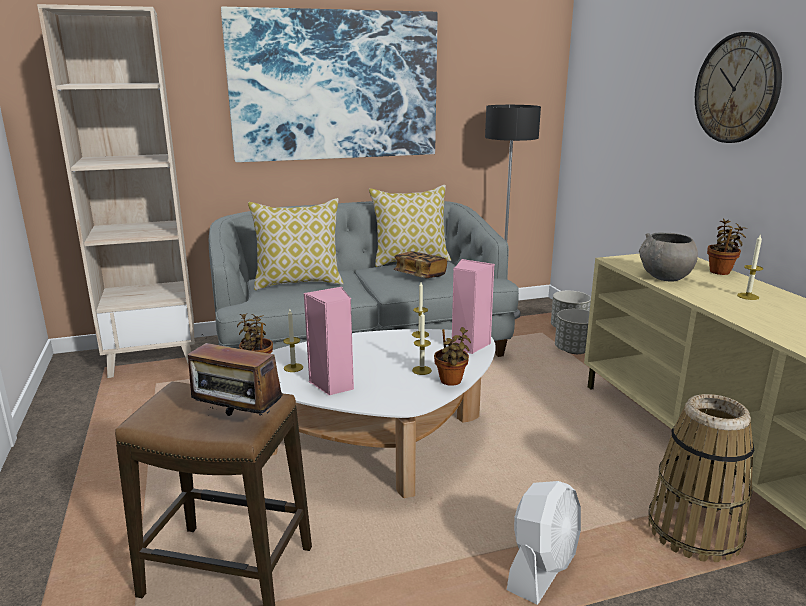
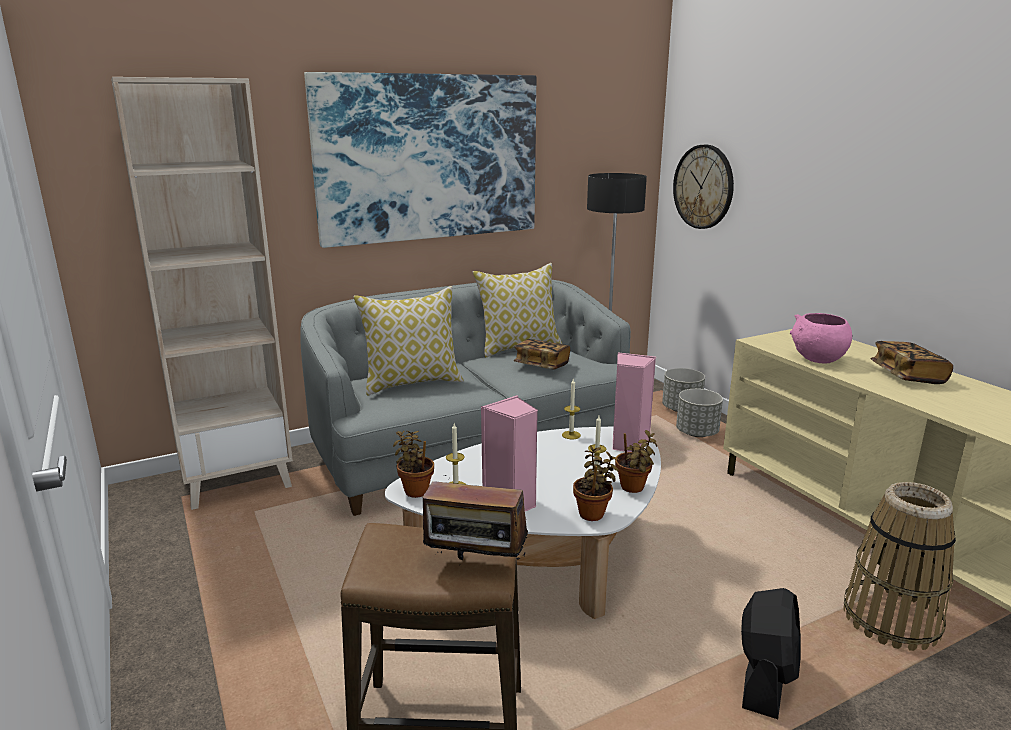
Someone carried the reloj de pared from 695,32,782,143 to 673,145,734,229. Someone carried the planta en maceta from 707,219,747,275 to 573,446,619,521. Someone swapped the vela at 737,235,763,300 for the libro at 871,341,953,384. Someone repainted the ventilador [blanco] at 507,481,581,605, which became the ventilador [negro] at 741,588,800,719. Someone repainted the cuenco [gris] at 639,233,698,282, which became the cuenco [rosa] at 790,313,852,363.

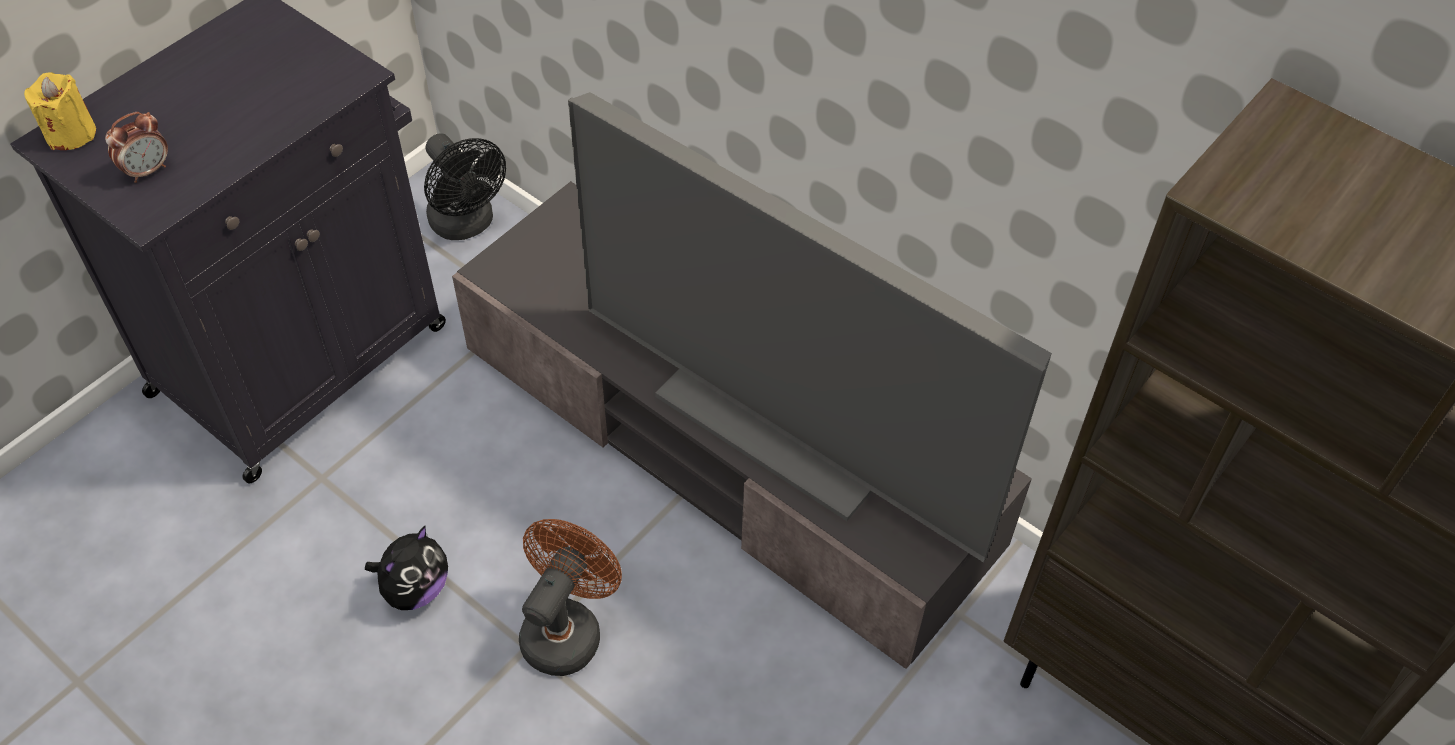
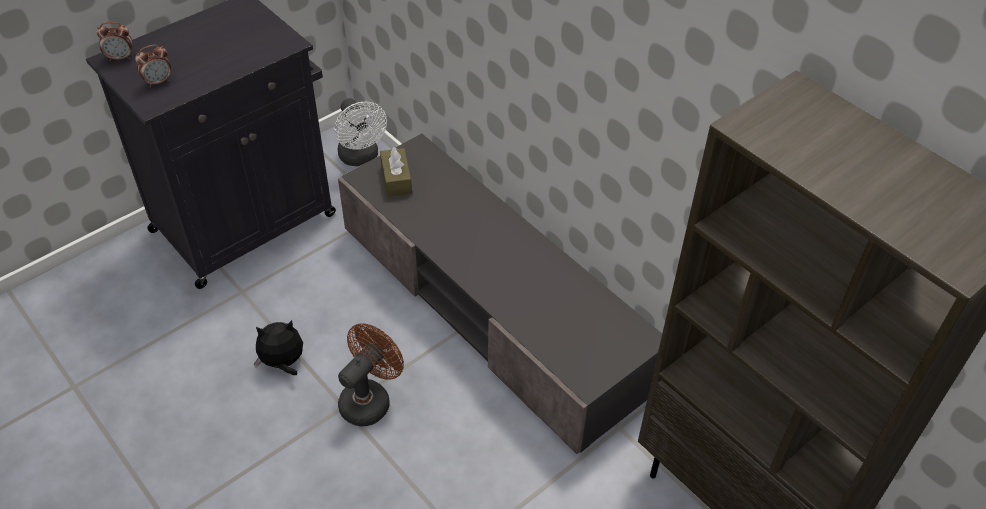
Someone took away the televisor at 568,92,1052,562. Someone put down the caja de pañuelos [marrón] at 380,146,412,197. Someone swapped the vela [amarillo] at 24,72,96,150 for the despertador at 97,22,132,61. Someone repainted the ventilador [negro] at 424,133,506,240, which became the ventilador [blanco] at 334,98,387,166. Someone rotated the peluche at 365,526,448,610 by 150 degrees counterclockwise.

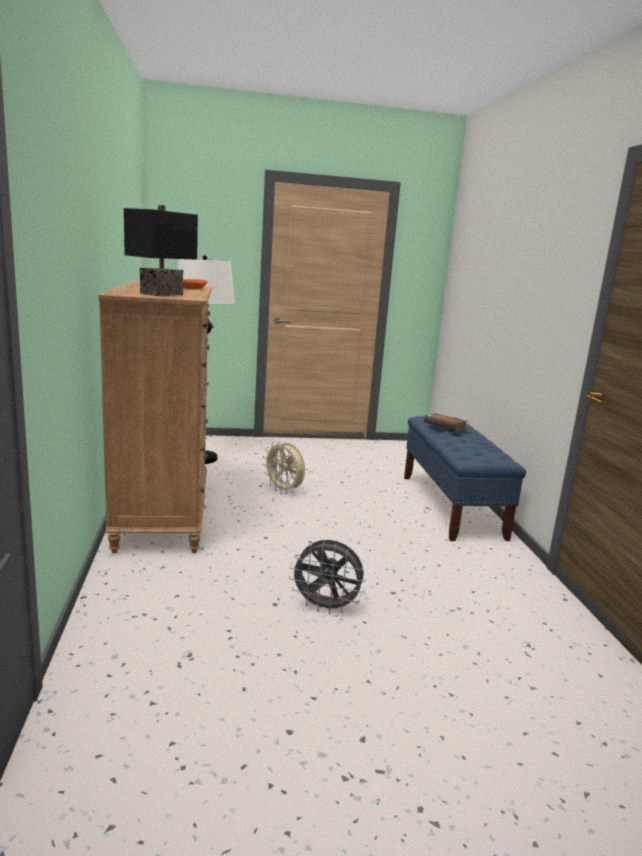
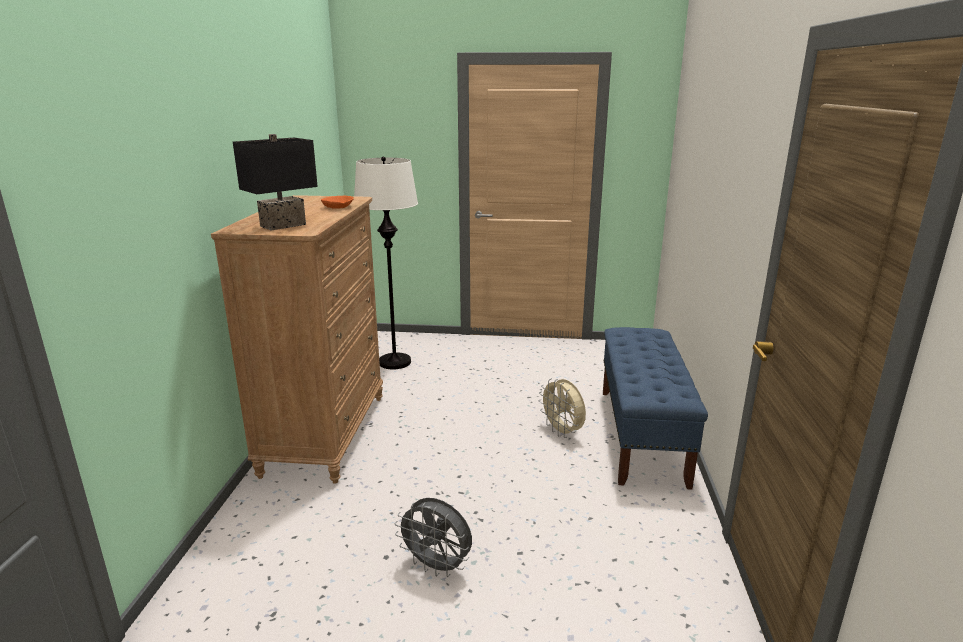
Someone took away the libro [marrón] at 424,413,468,431. Someone carried the ventilador [beis] from 262,441,305,493 to 539,378,586,438.

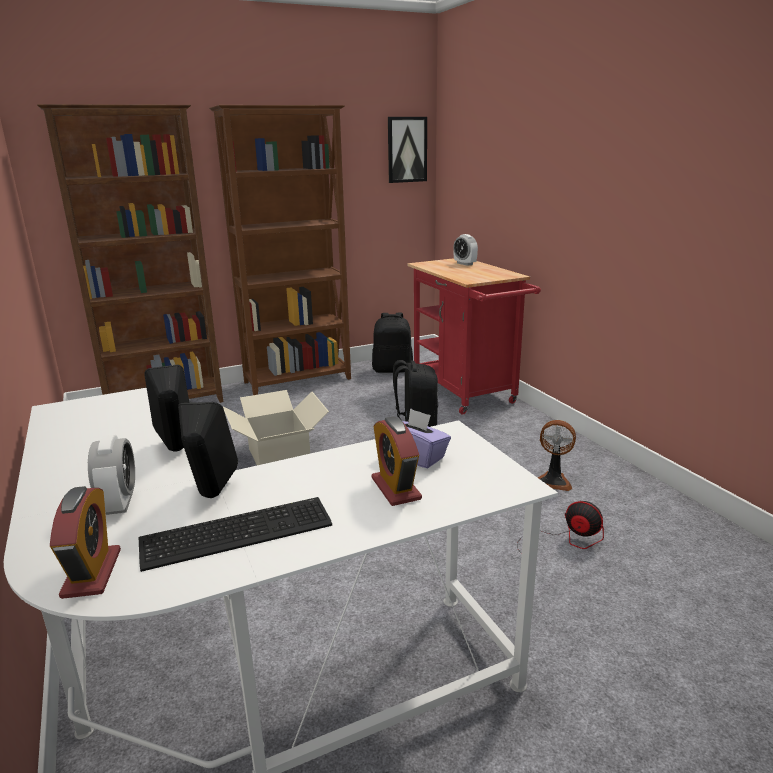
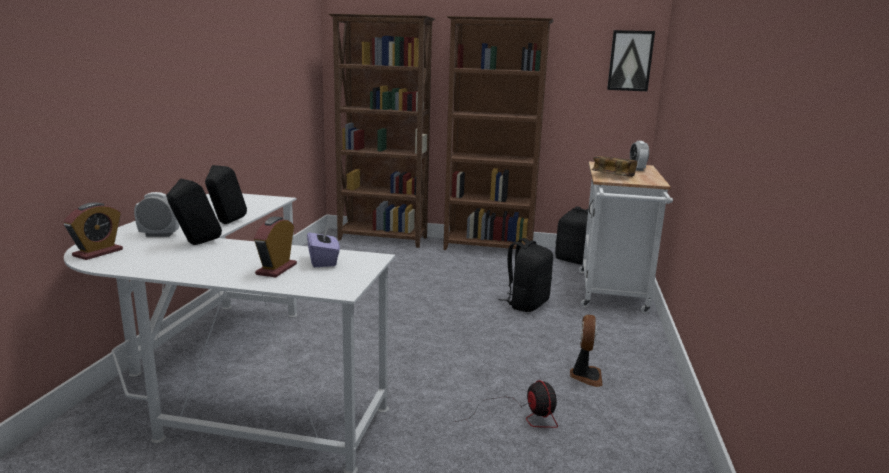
Someone took away the teclado at 138,497,332,572. Someone took away the caja de cartón at 223,390,329,465. Someone put down the libro at 591,156,637,177. Someone repainted the carrito [rojo] at 407,258,541,415, which became the carrito [blanco] at 579,162,673,314. Someone rotated the despertador at 88,435,135,515 by 120 degrees counterclockwise. Someone rotated the ventilador at 538,420,576,491 by 135 degrees counterclockwise.

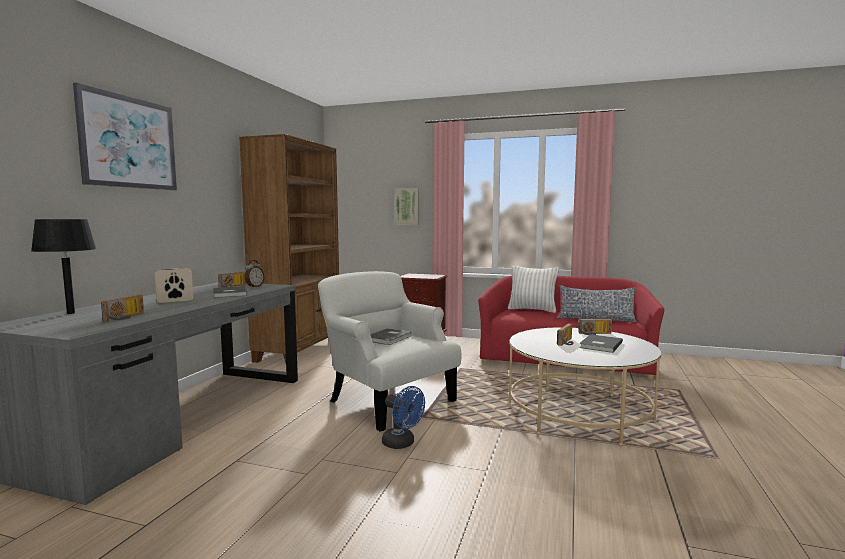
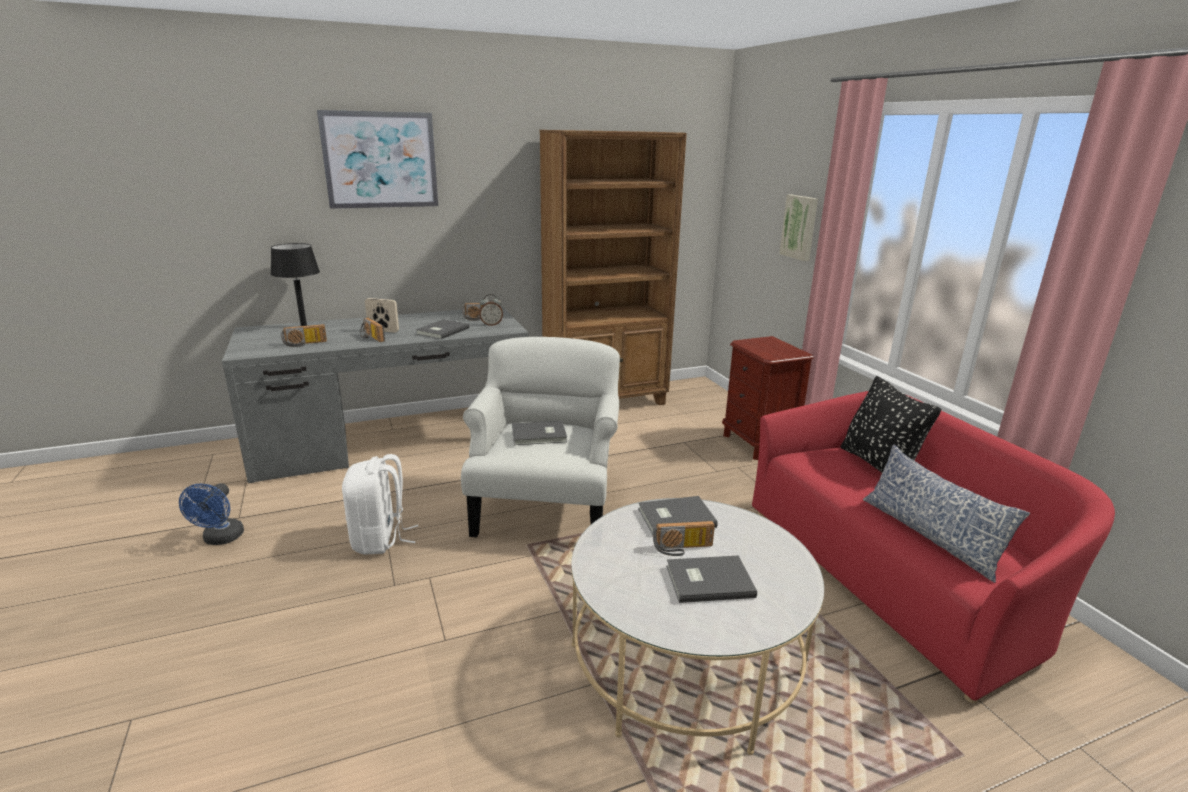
Someone put down the mochila [blanco] at 342,454,418,555. Someone put down the libro [gris] at 638,496,718,535. Someone carried the ventilador [azul] from 382,386,425,449 to 179,483,244,545. Someone carried the radio from 577,319,612,335 to 360,317,385,342. Someone repainted the cojín [blanco] at 508,266,559,313, which became the cojín [negro] at 841,376,941,473.

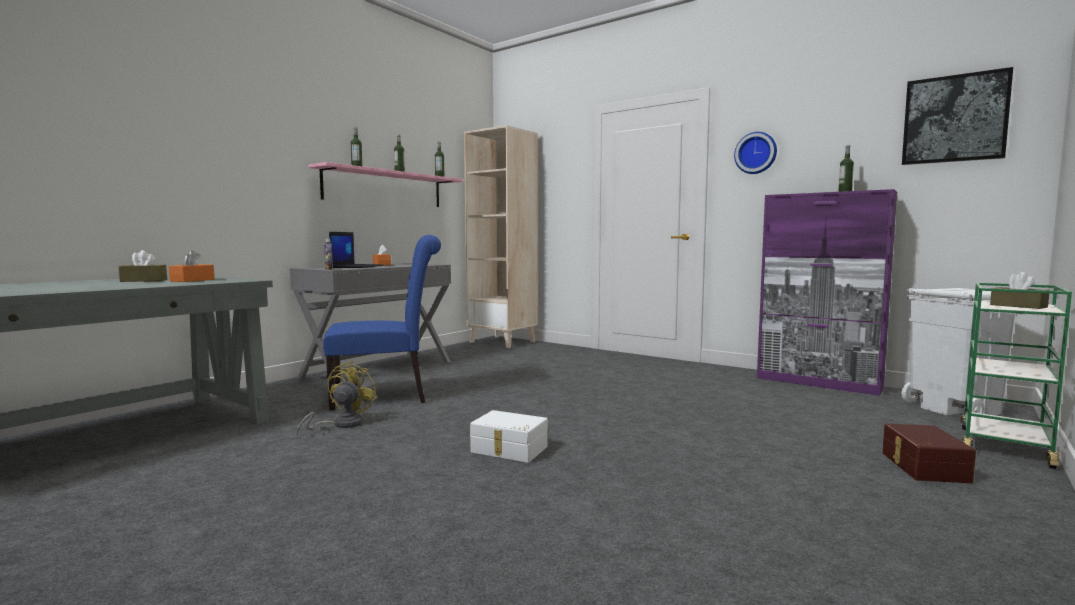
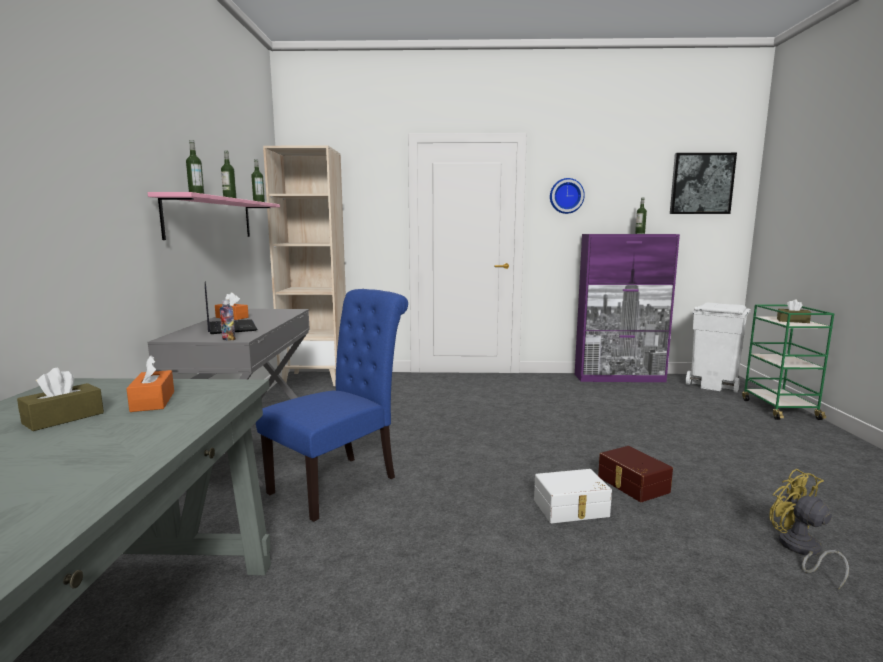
Someone carried the ventilador [amarillo] from 296,361,377,437 to 770,469,849,590. Someone carried the caja de almacenaje [marrón] from 882,424,976,483 to 598,446,673,502.

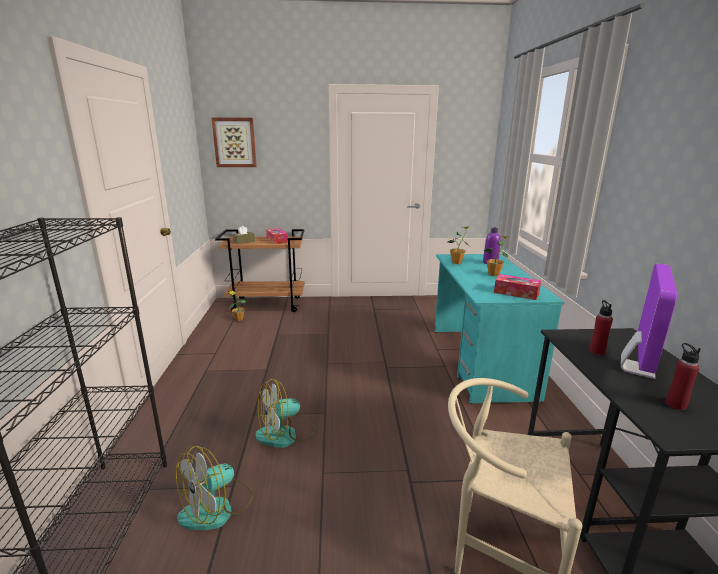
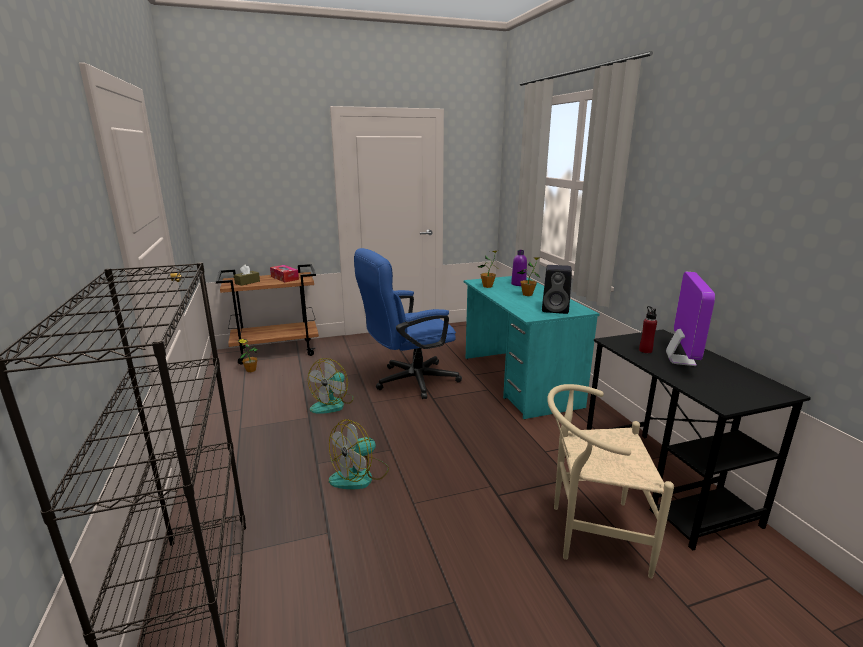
Someone took away the cuadro at 212,117,257,167. Someone took away the botella [rojo] at 665,343,701,410. Someone put down the silla de oficina [azul] at 354,248,462,399. Someone carried the ventilador from 176,446,254,530 to 308,358,354,414. Someone swapped the caja de pañuelos at 494,274,541,300 for the altavoz [negro] at 542,265,572,314.

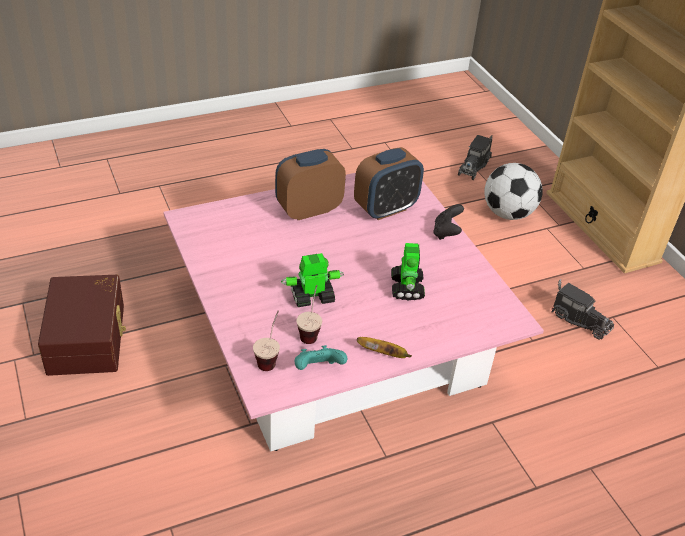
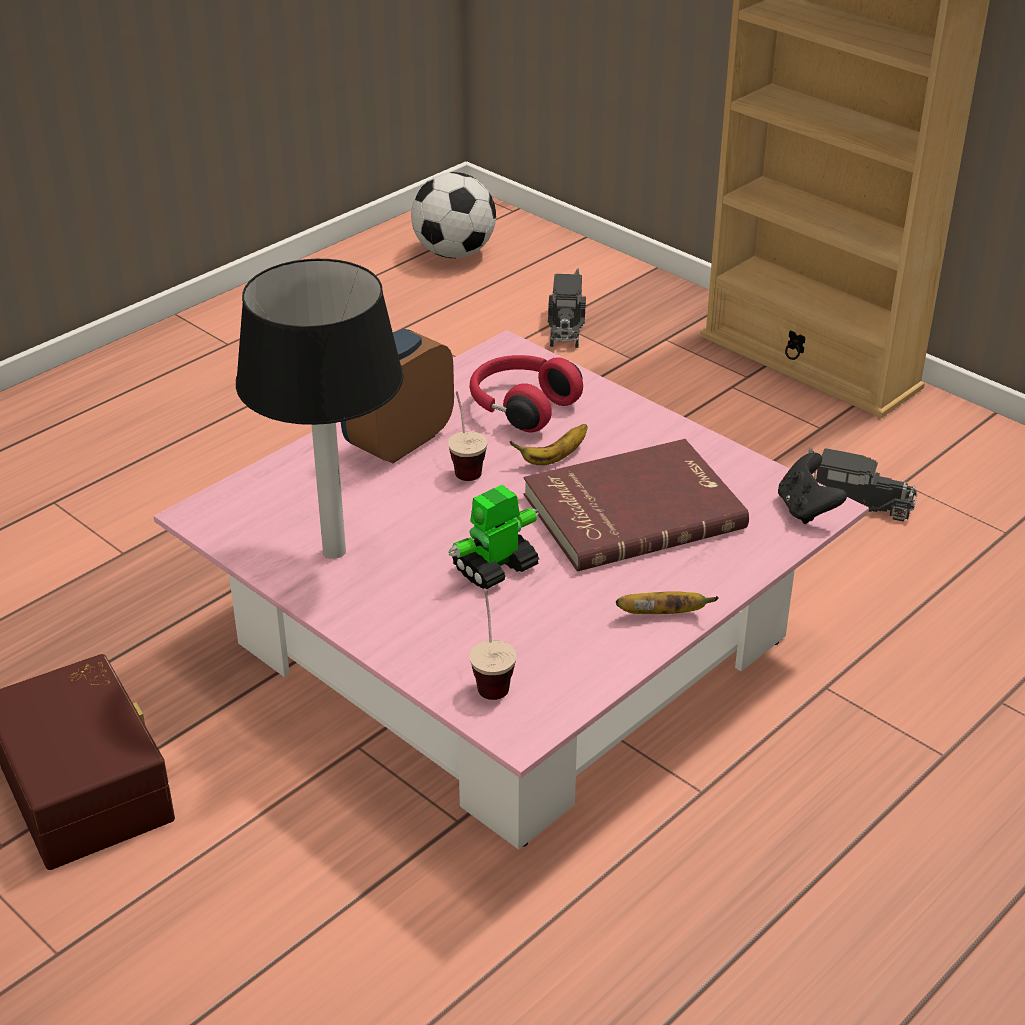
Someone took away the mando de consola [turquesa] at 295,345,347,370. Someone put down the lámpara de mesa at 236,259,404,559. Someone put down the plátano at 510,424,588,465. Someone carried the taza from 297,285,322,344 to 448,391,488,481. Someone carried the mando de consola [negro] from 433,204,464,240 to 778,452,847,524. Someone carried the balón de fútbol from 484,163,543,220 to 411,172,496,258. Someone swapped the despertador at 354,147,424,220 for the auriculares [rojo] at 470,355,583,432. Someone swapped the robot de juguete at 391,243,425,300 for the libro [rojo] at 523,439,749,572.

